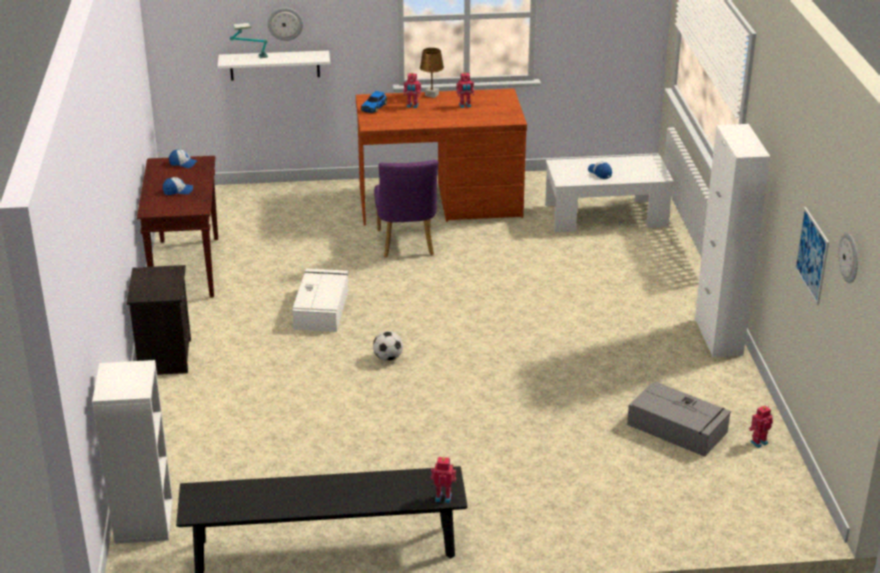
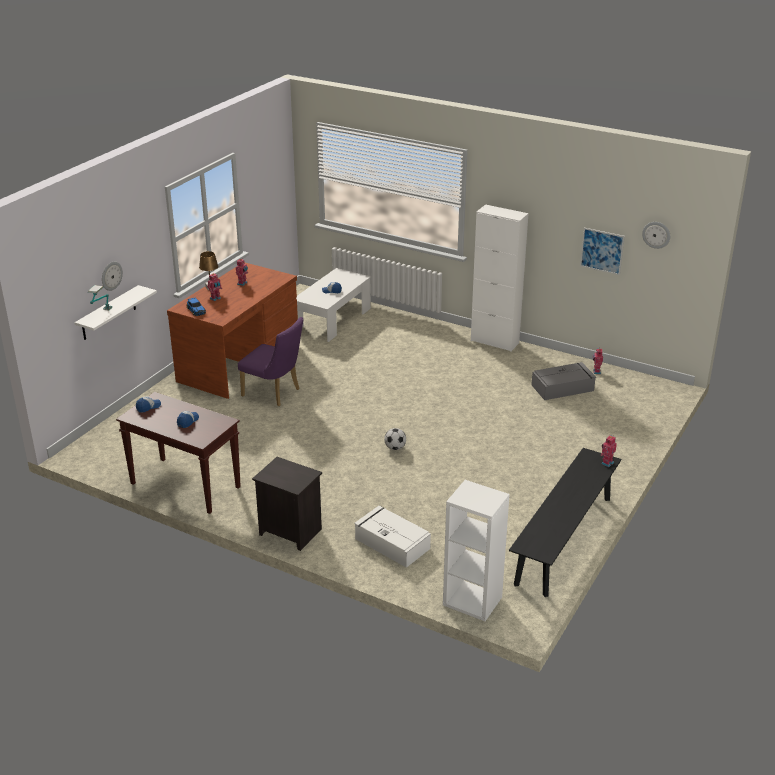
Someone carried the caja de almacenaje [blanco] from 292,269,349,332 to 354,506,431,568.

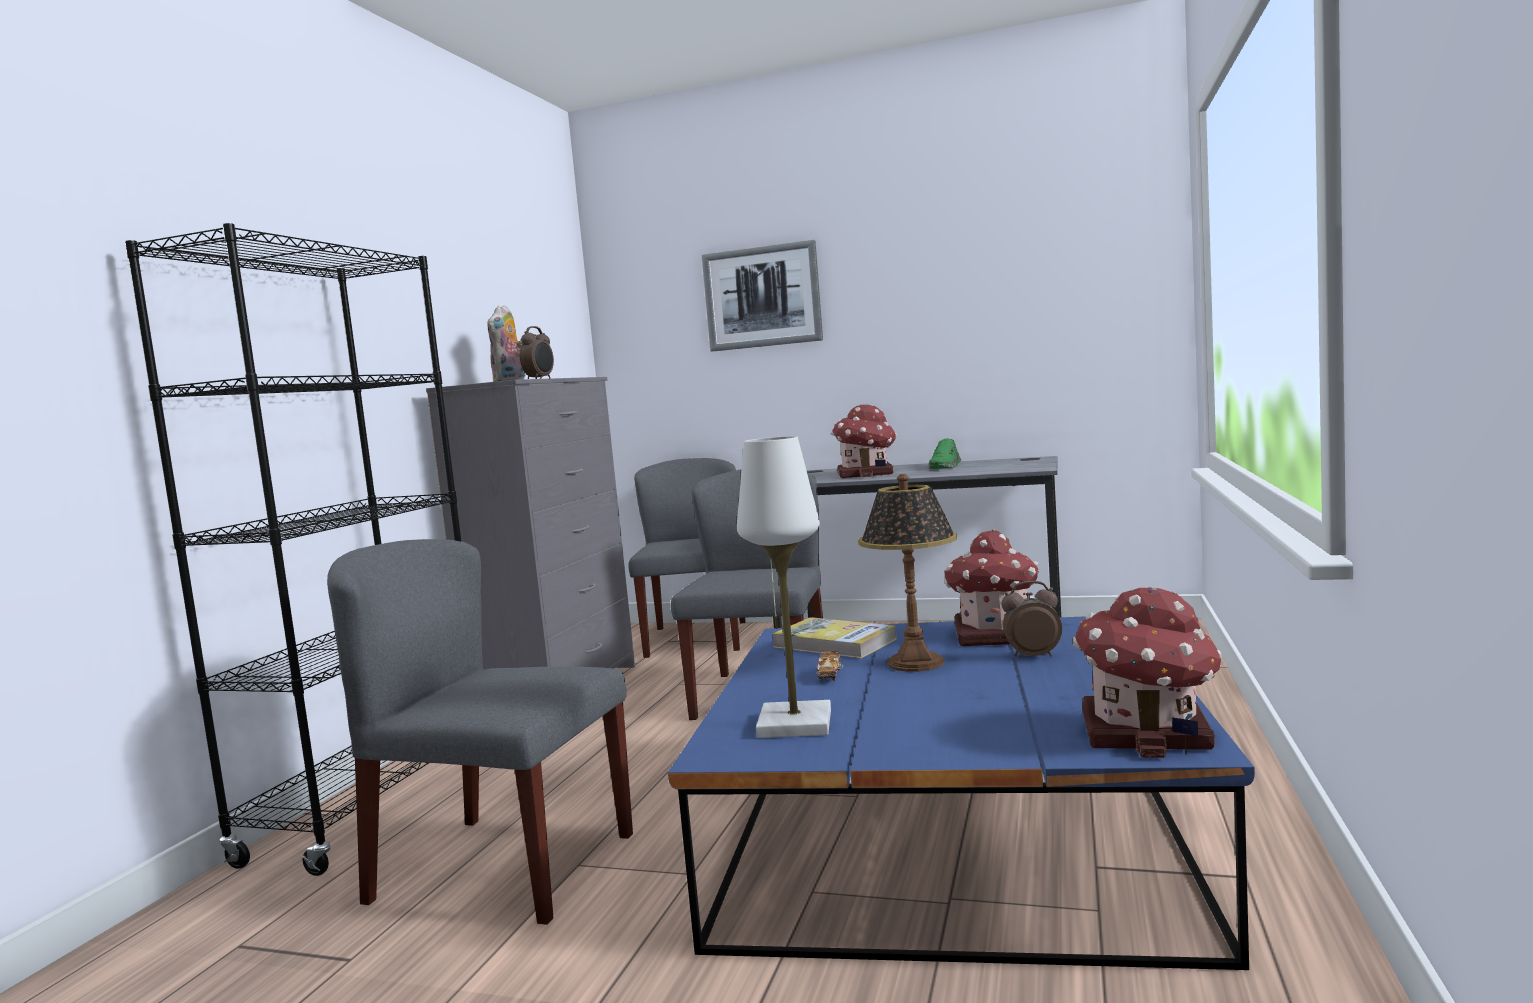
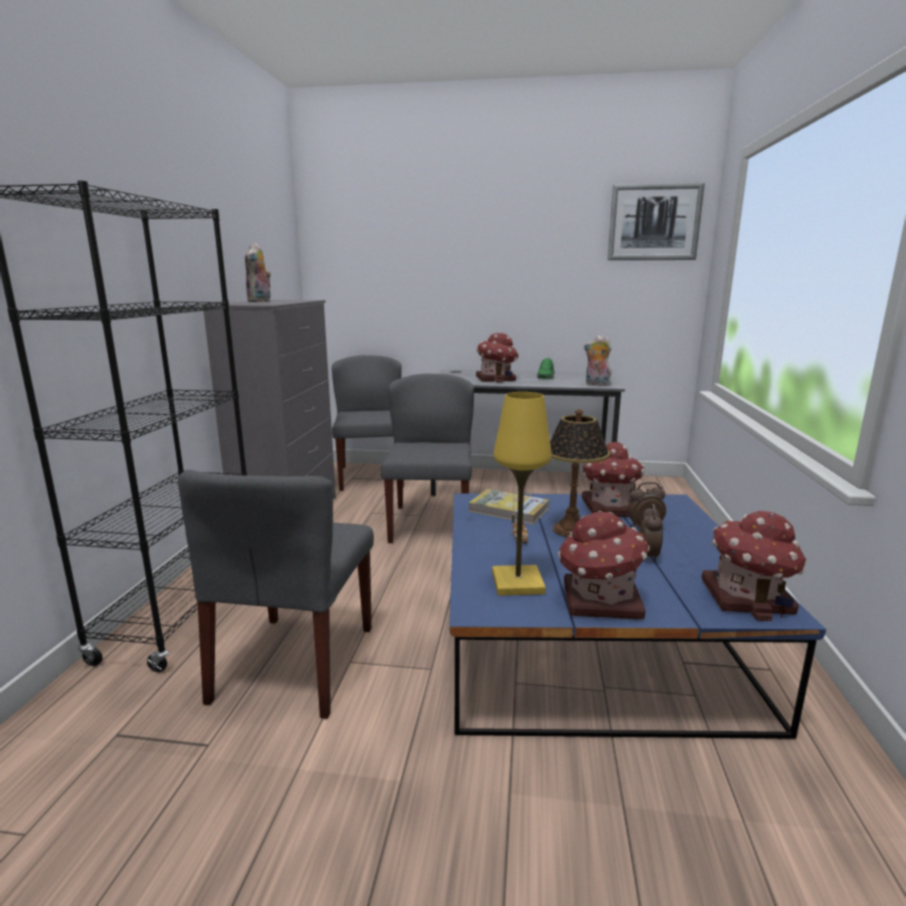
Someone put down the casita at 558,510,650,619. Someone put down the peluche at 584,335,612,386. Someone carried the despertador from 520,326,554,379 to 640,504,663,562. Someone carried the cuadro from 702,240,823,351 to 608,183,705,260. Someone repainted the lámpara de mesa [blanco] at 737,436,831,738, which became the lámpara de mesa [amarillo] at 492,392,552,596. Someone rotated the silla [gris] at 327,539,633,925 by 90 degrees counterclockwise.

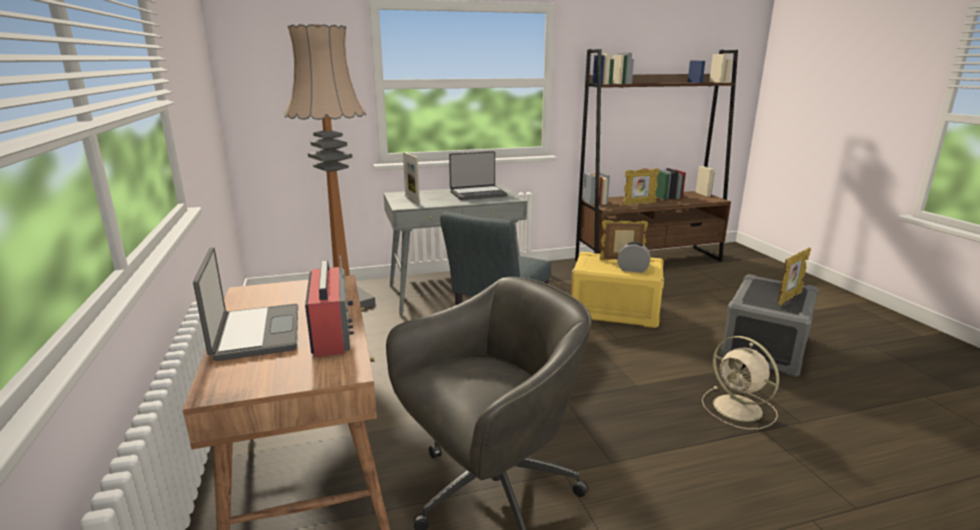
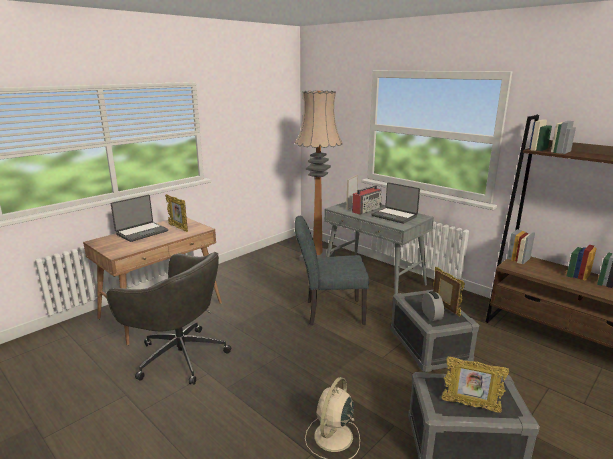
Someone carried the radio from 305,254,354,357 to 352,185,382,215. Someone carried the portarretratos from 623,168,660,205 to 165,194,188,232. Someone repainted the caja de almacenaje [amarillo] at 571,252,664,328, which became the caja de almacenaje [gris] at 390,289,479,372.

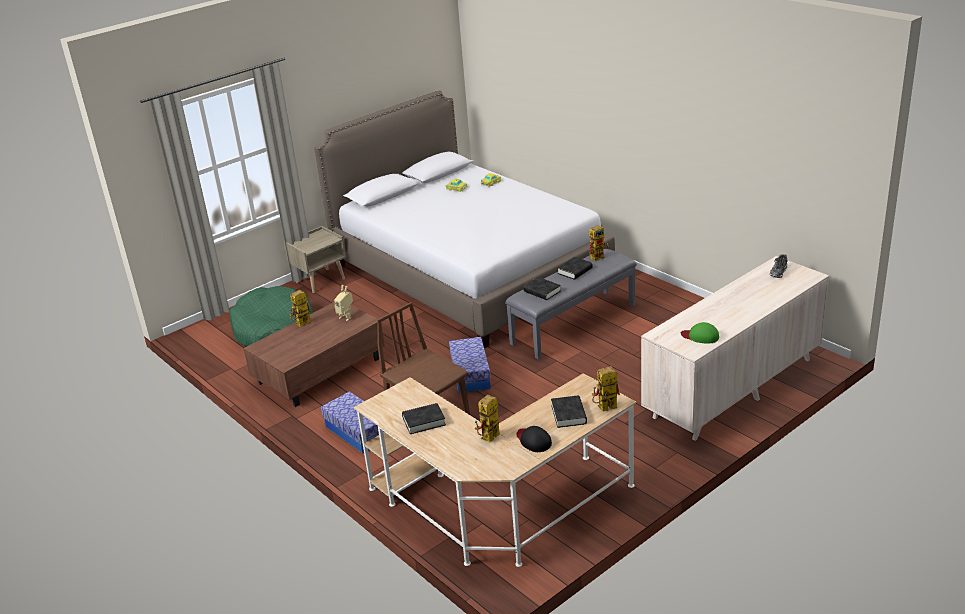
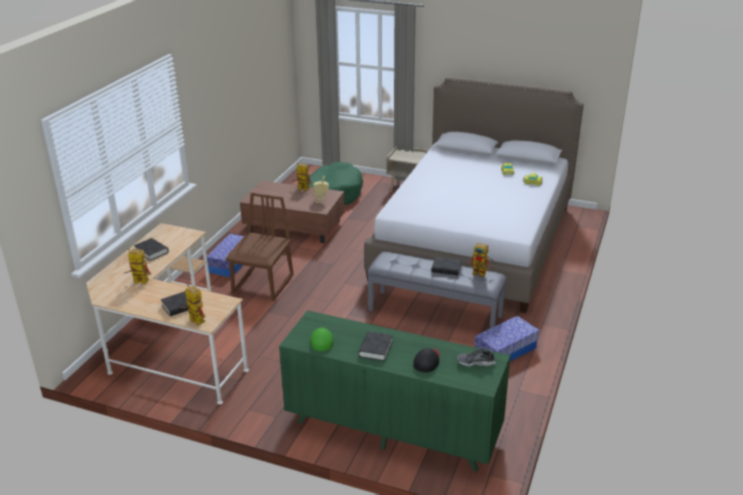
Someone carried the caja de almacenaje from 449,337,491,393 to 474,316,540,361. Someone carried the gorra [negro] from 516,426,552,452 to 414,348,440,372. Someone carried the libro [negro] from 523,277,561,300 to 358,331,393,361. Someone repainted the cómoda [beis] at 641,256,829,441, which became the cómoda [verde] at 279,310,511,472.

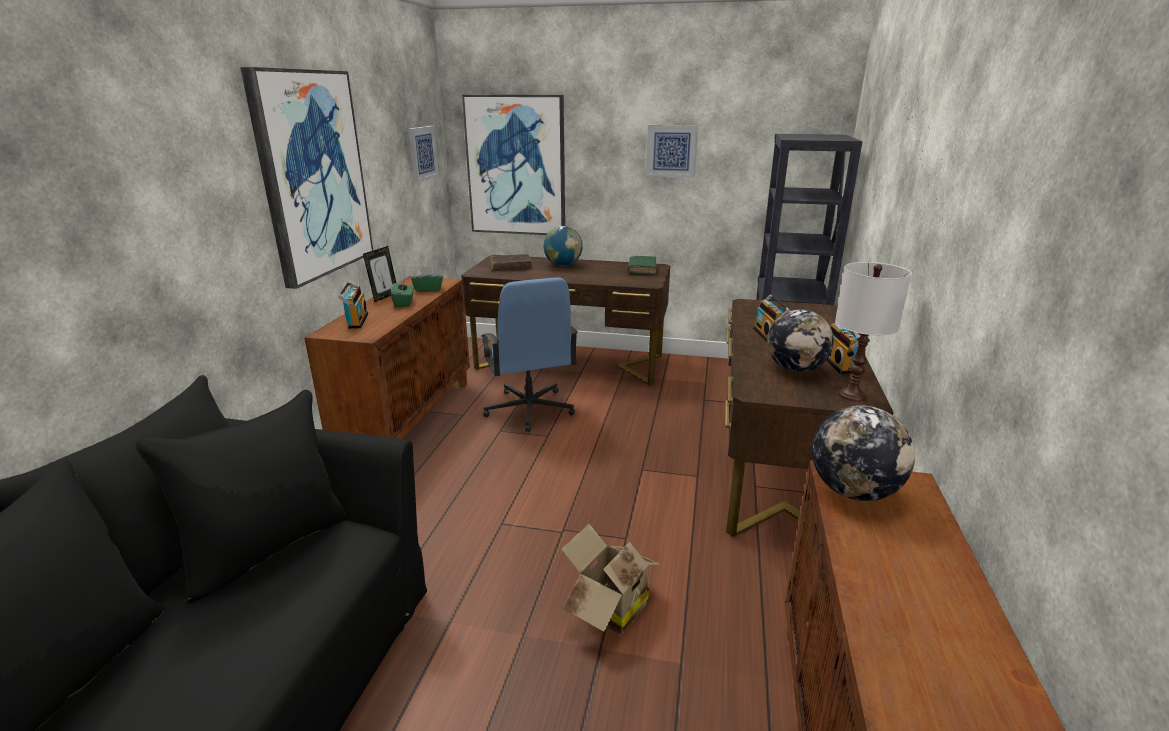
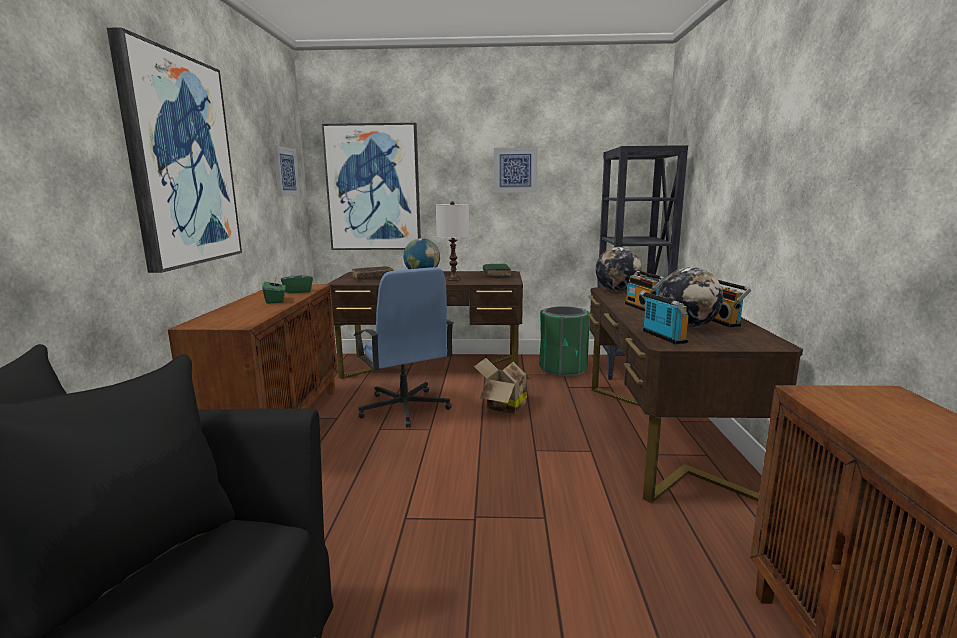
Someone took away the portarretratos at 363,246,396,302. Someone put down the papelera [verde] at 539,306,590,377. Someone carried the radio from 338,282,368,329 to 640,291,689,345. Someone carried the caja de cartón from 561,524,661,635 to 474,358,531,414. Someone carried the globo terráqueo from 812,405,915,501 to 596,247,641,291. Someone carried the lámpara de mesa [blanco] from 835,262,912,402 to 436,201,469,281.

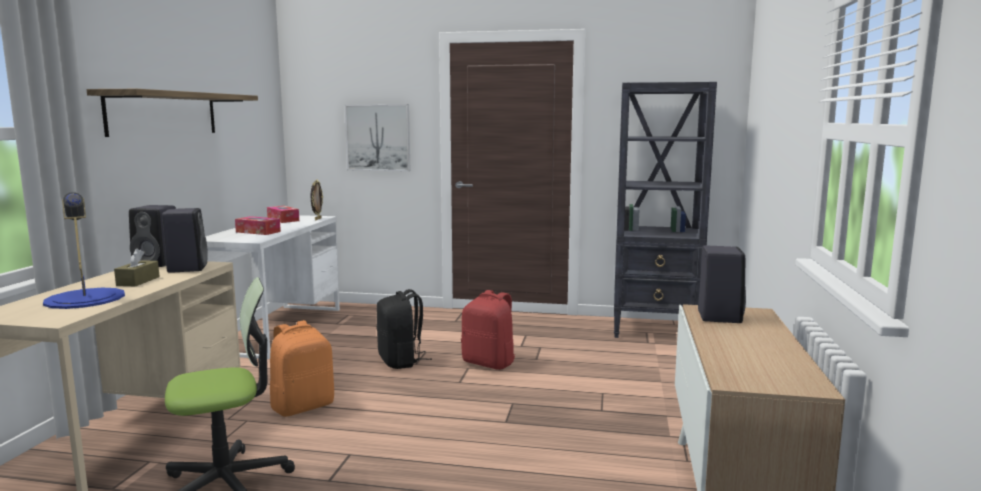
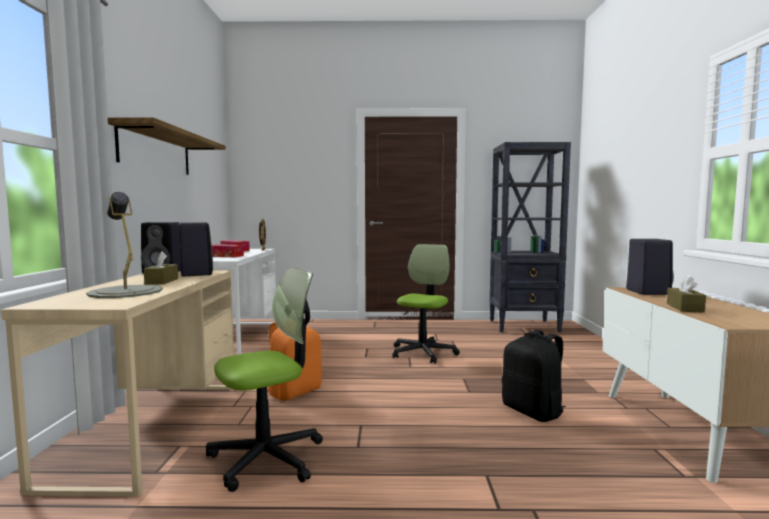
Someone took away the cuadro at 345,104,411,171. Someone put down the caja de pañuelos [marrón] at 667,275,706,313. Someone carried the mochila [negro] from 376,289,432,369 to 502,330,566,422. Someone swapped the mochila [rojo] at 461,290,515,370 for the silla de oficina at 392,244,460,364. Someone repainted the lámpara de mesa [azul] at 43,192,125,309, which became the lámpara de mesa [gris] at 86,192,163,298.

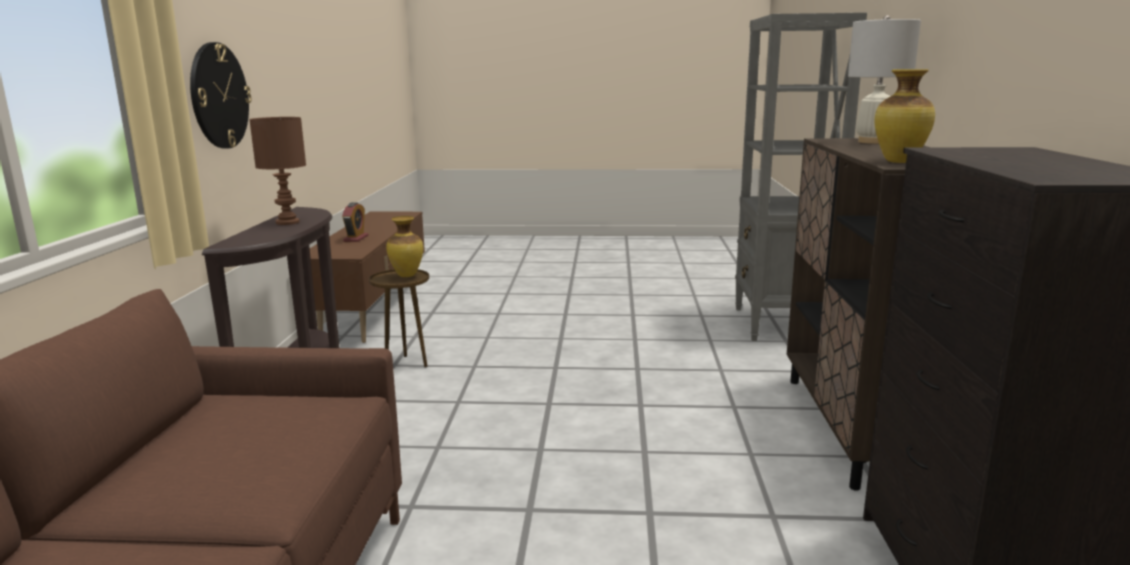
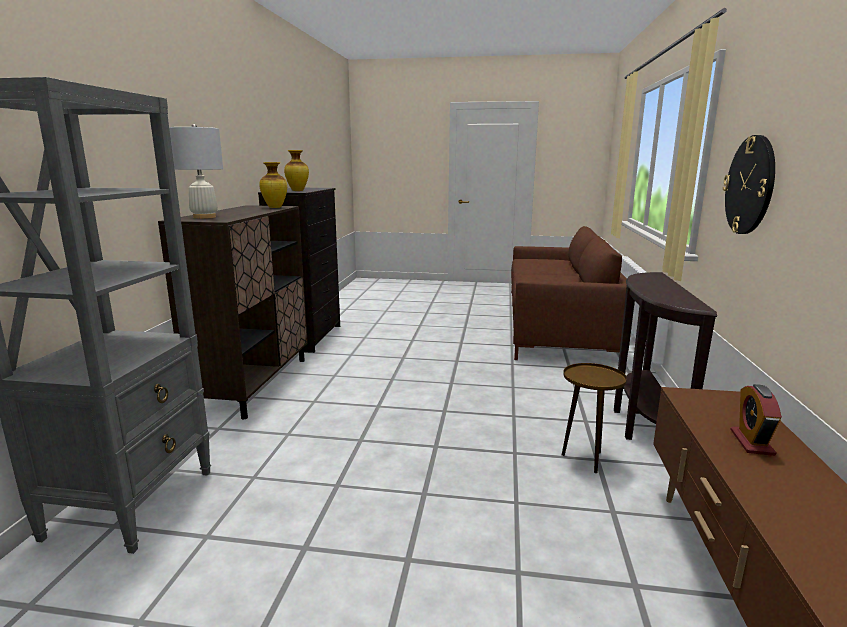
Someone took away the lámpara de mesa [marrón] at 249,117,306,225. Someone carried the florero from 386,216,423,277 to 284,150,309,191.

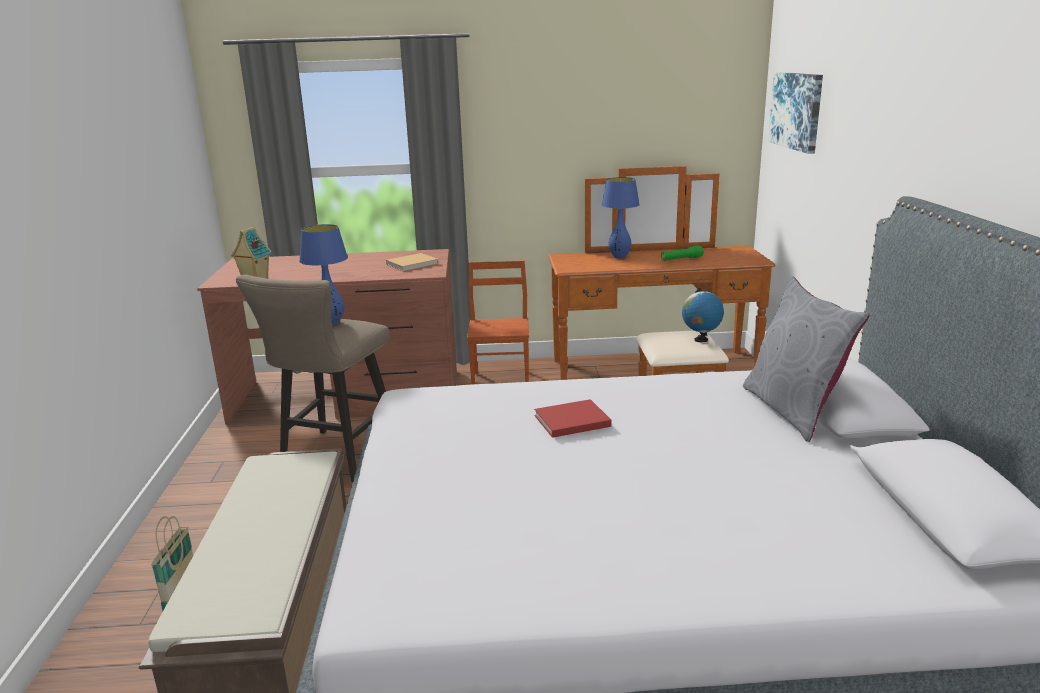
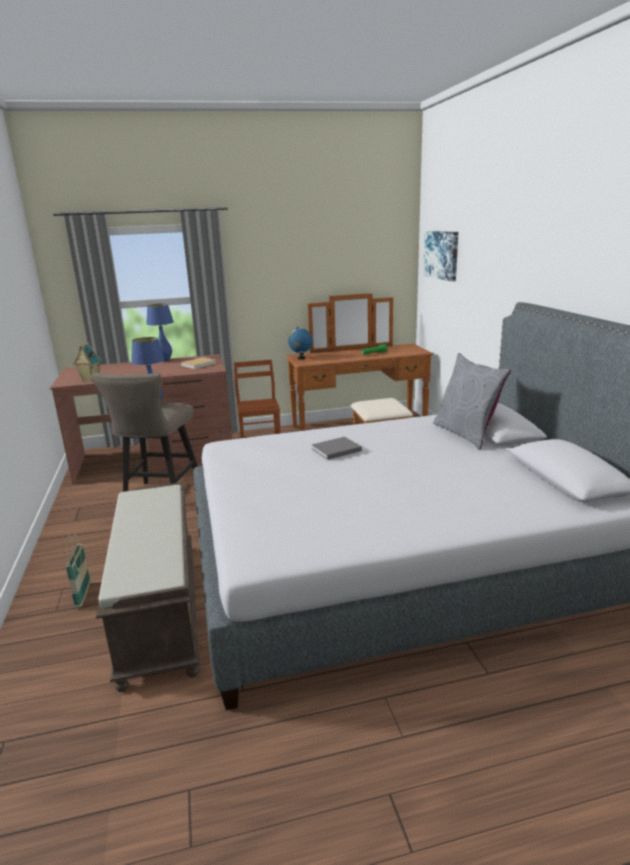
Someone carried the lámpara de mesa [azul] from 602,177,640,259 to 146,304,174,361. Someone carried the globo terráqueo from 682,288,724,342 to 288,327,313,359. Someone repainted the libro [rojo] at 534,399,611,438, which became the libro [gris] at 312,437,362,460.

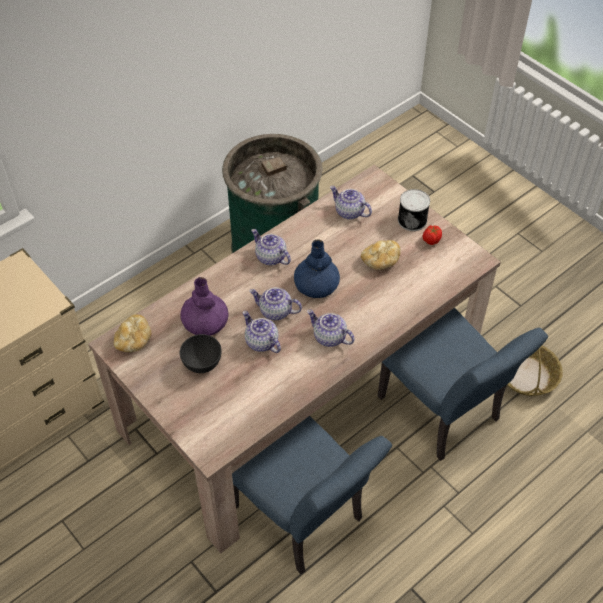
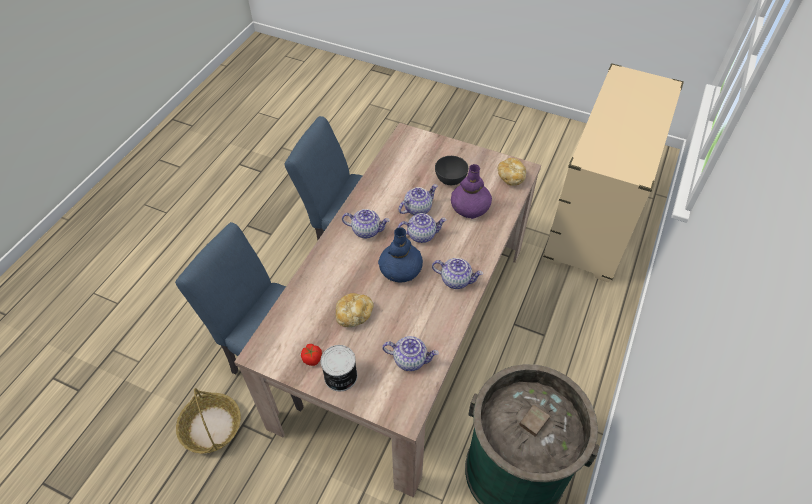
Someone rotated the tetera at 243,311,281,353 by 60 degrees counterclockwise.

